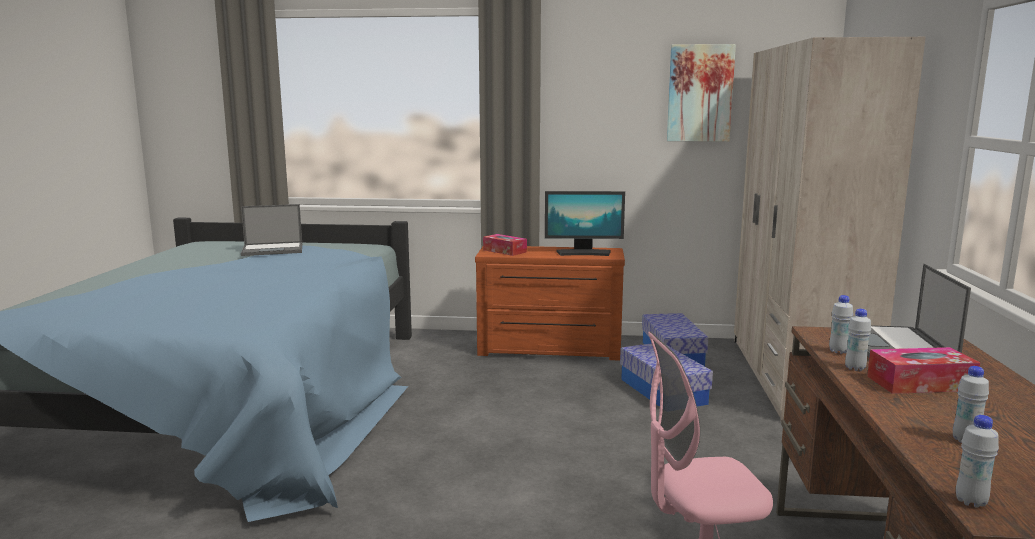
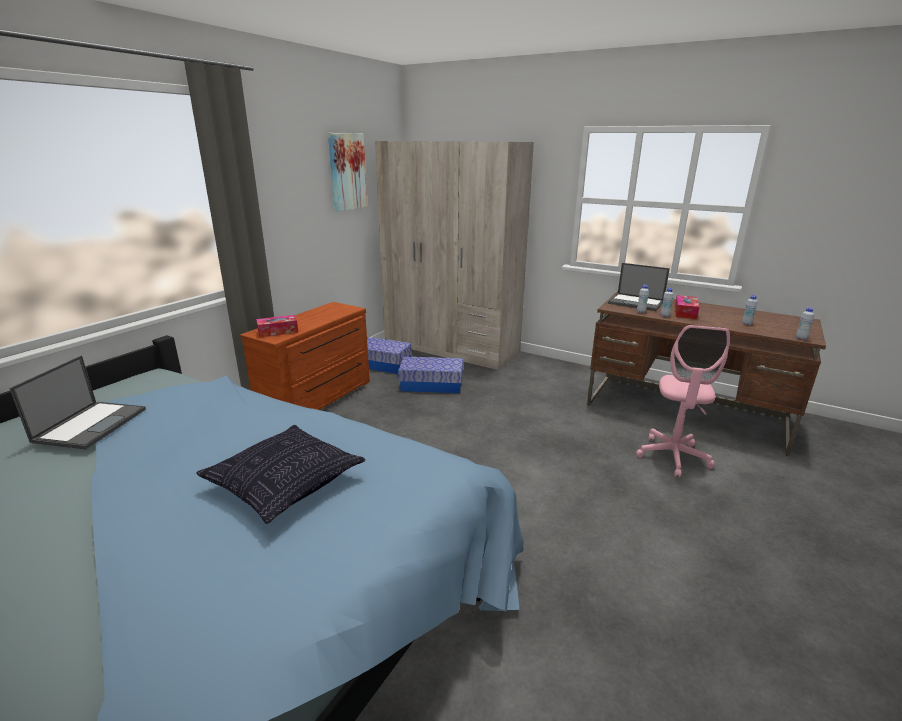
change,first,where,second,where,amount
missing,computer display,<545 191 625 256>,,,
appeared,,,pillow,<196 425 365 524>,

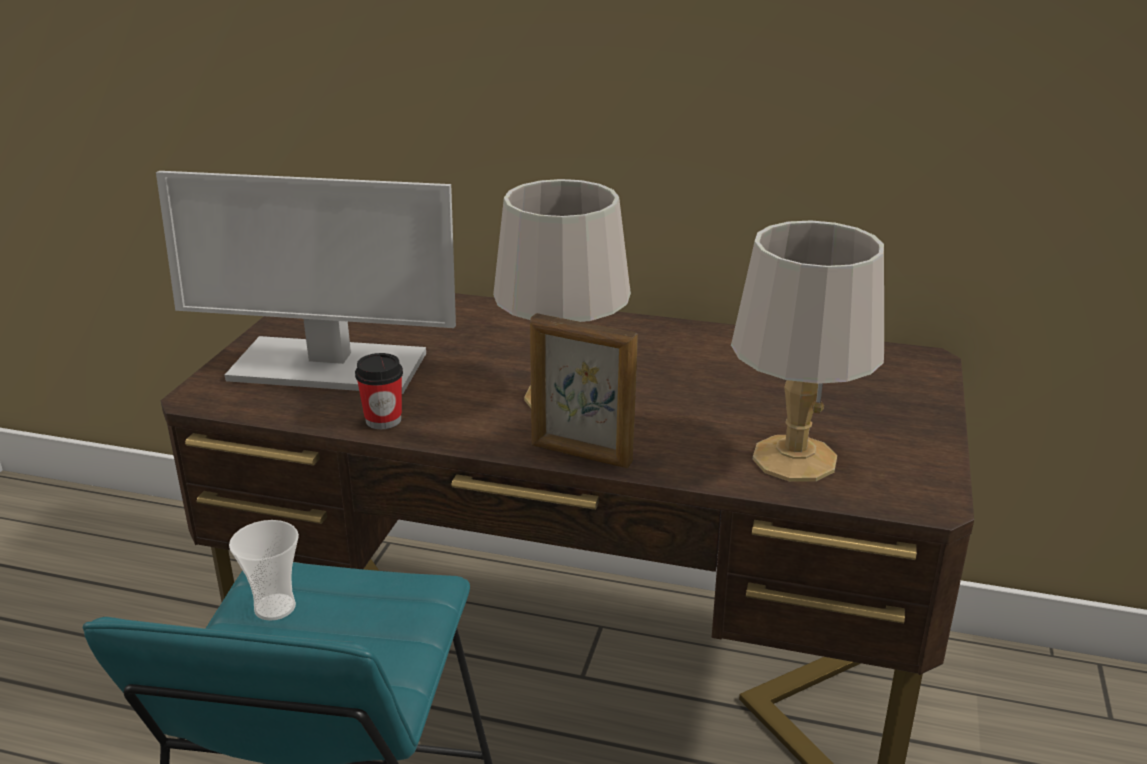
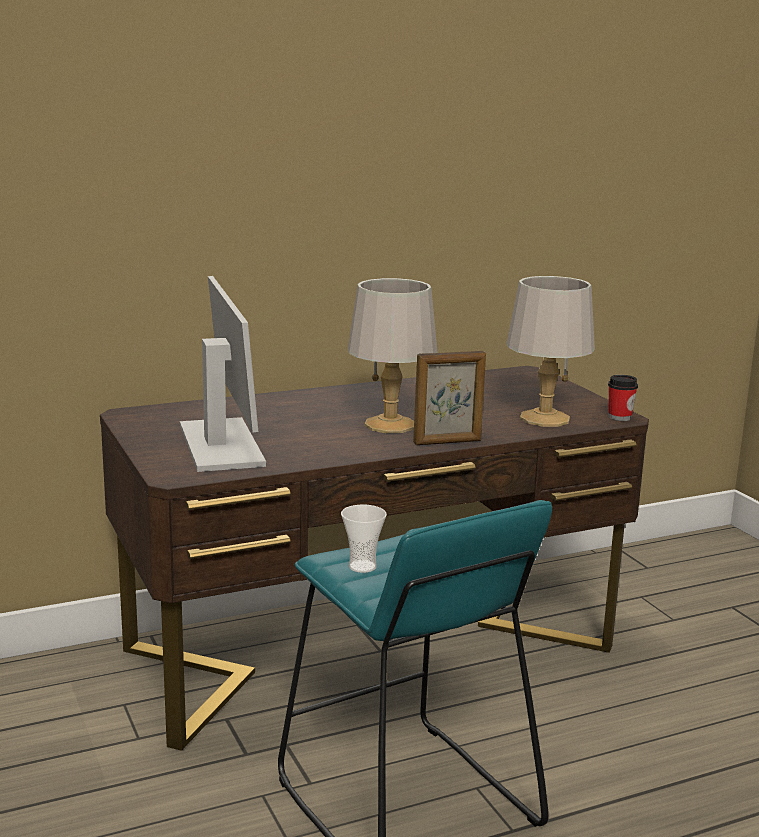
change,first,where,second,where,amount
spun,computer display,<156 171 456 394>,,<180 276 266 472>,75 degrees counterclockwise
relocated,cup,<355 353 403 429>,,<608 375 638 421>,

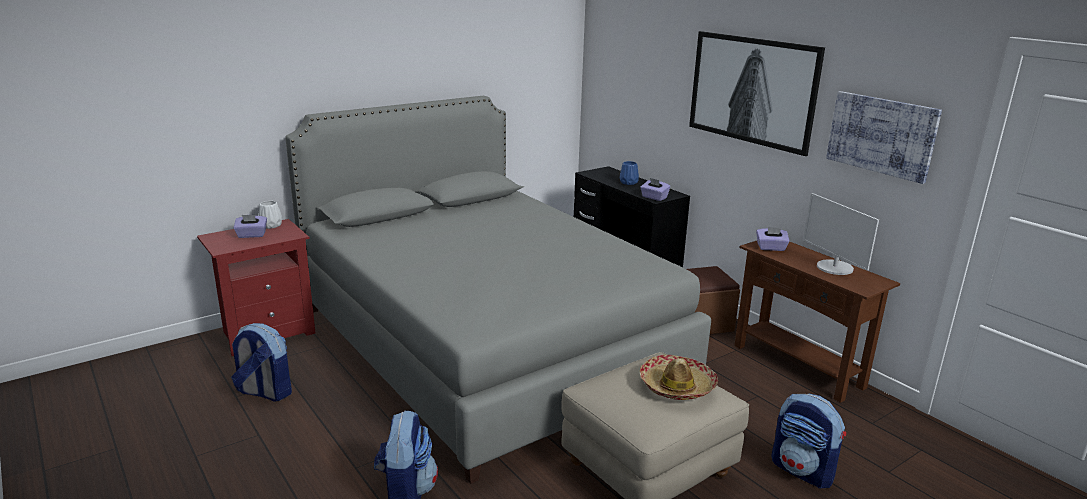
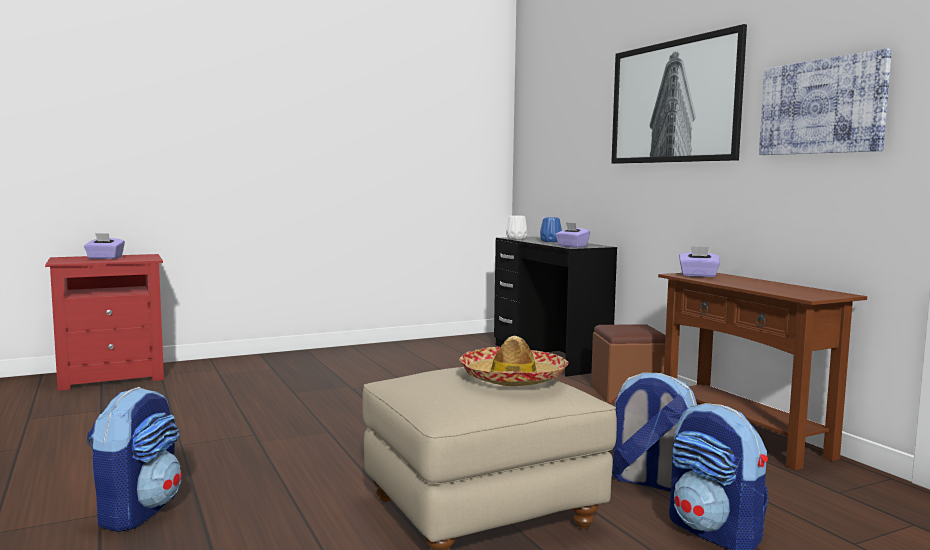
change,first,where,second,where,amount
missing,greyish sleeping bed,<285 96 711 484>,,,
missing,computer display,<803 193 879 275>,,,
relocated,white-coloured vase,<258 201 282 229>,,<506 215 527 239>,
relocated,knapsack,<231 323 292 402>,,<612 372 697 492>,

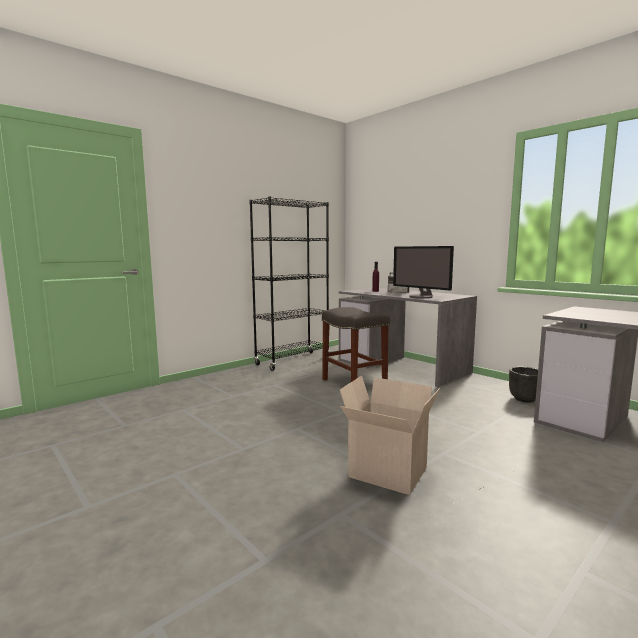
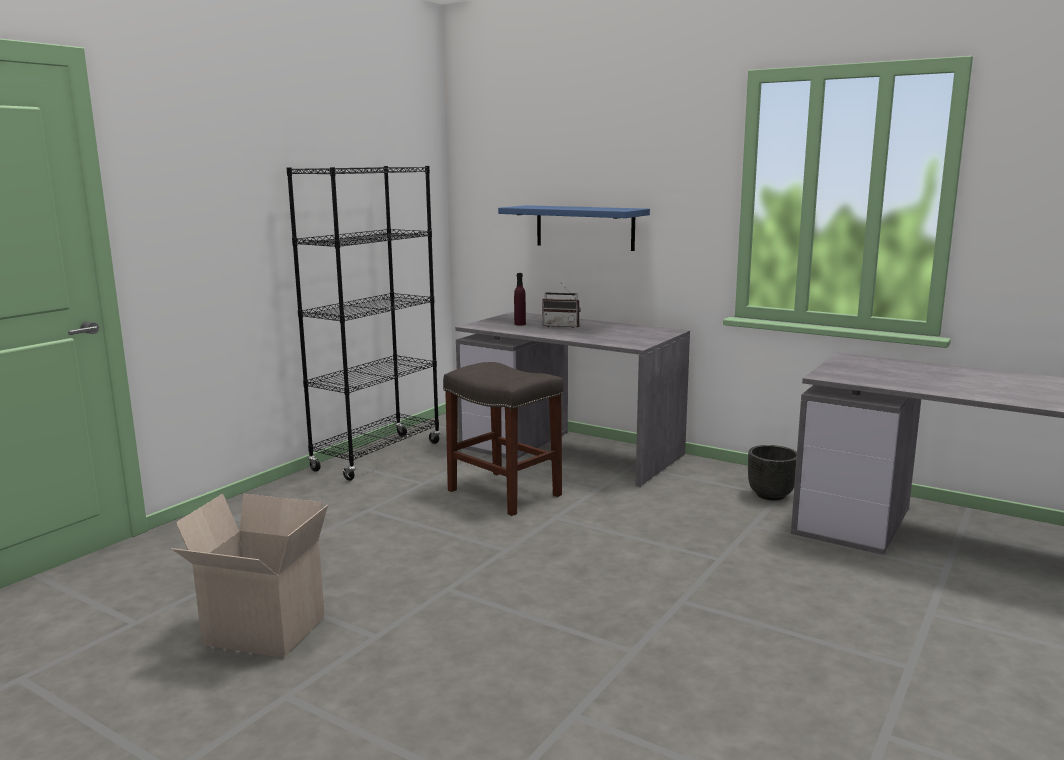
change,first,where,second,where,amount
missing,computer display,<393 246 454 299>,,,
relocated,packing box,<340 376 440 495>,,<172 494 328 658>,
appeared,,,blue bracket shelf,<498 205 650 251>,

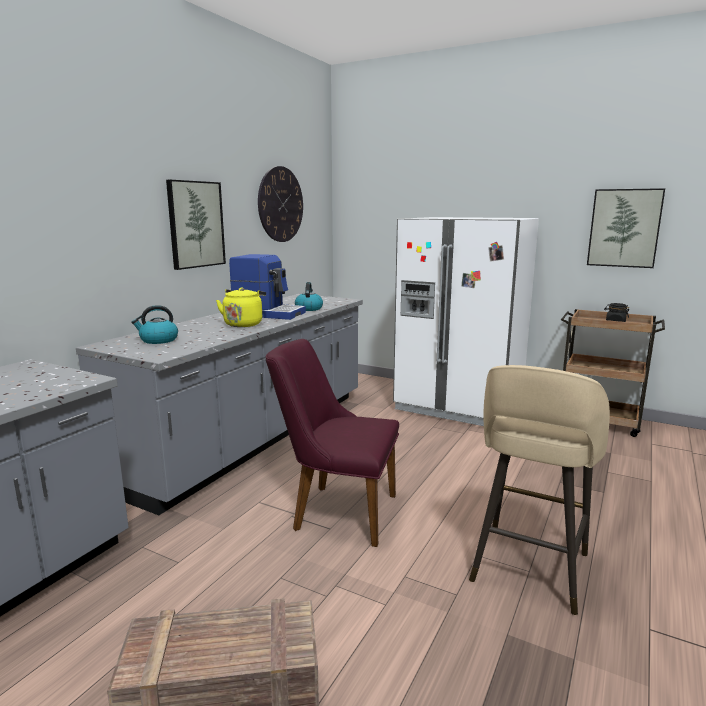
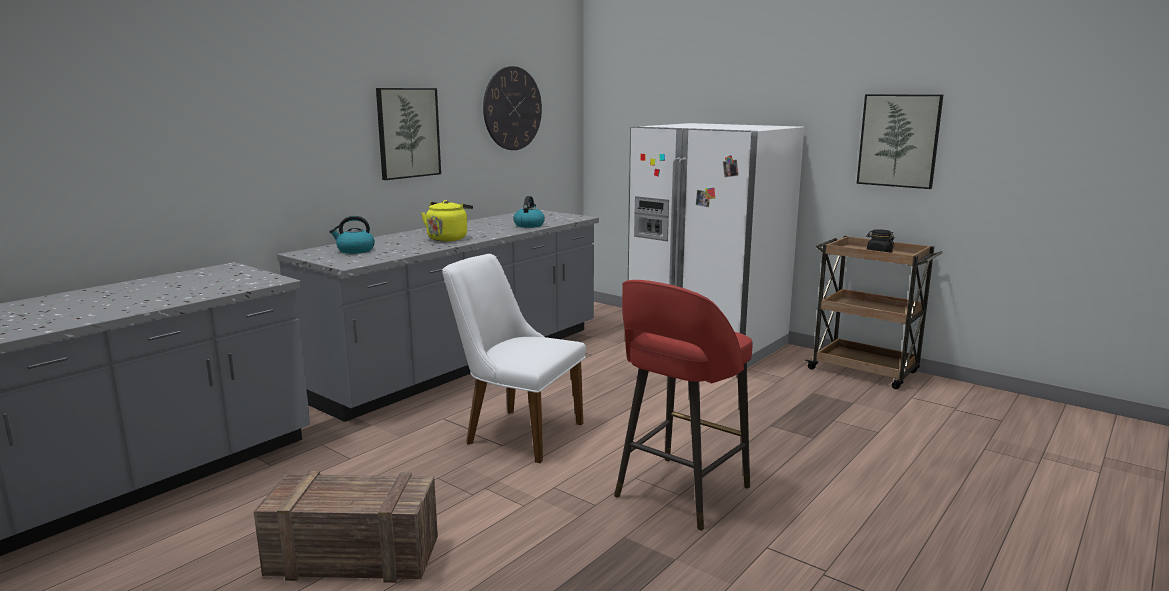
change,first,where,second,where,amount
missing,coffee machine,<229 254 306 320>,,,
colour,purple plain chair,<266 339 399 547>,white-coloured plain chair,<442 254 586 463>,
colour,beige-coloured sitting stool,<469 365 610 615>,red sitting stool,<614 280 752 531>,

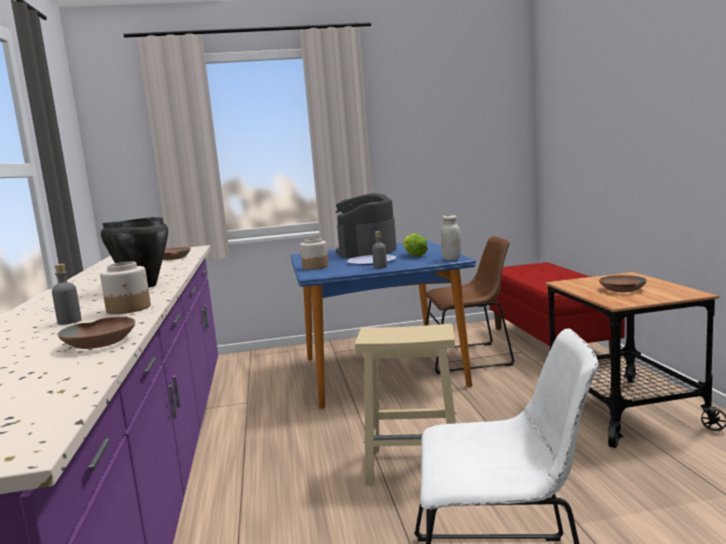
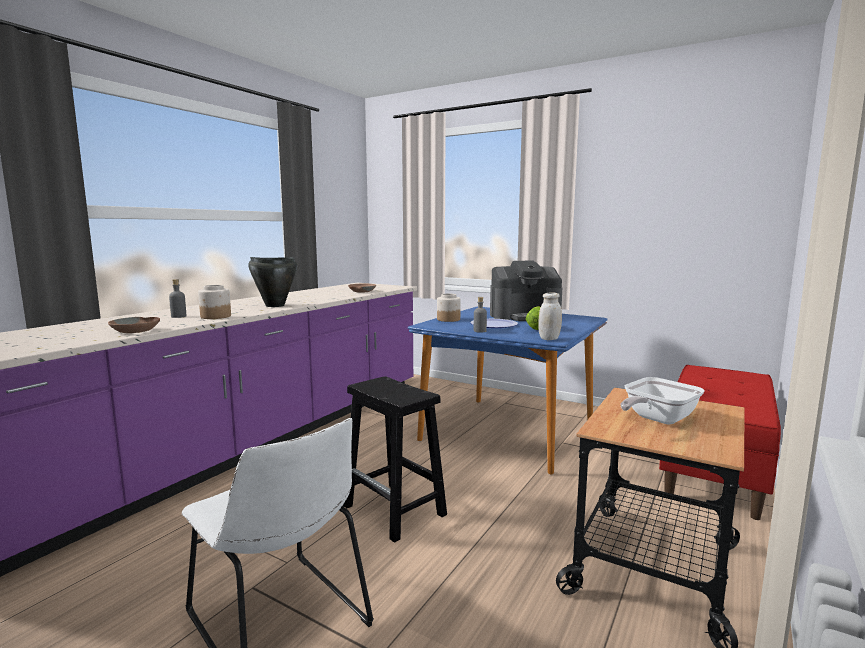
change,first,where,second,where,amount
spun,coffee machine,<336 193 397 258>,,<490 261 562 321>,150 degrees counterclockwise
missing,brown-coloured plain chair,<425 236 514 374>,,,
exchanged,brown-coloured serving bowl,<599 275 647 292>,skillet,<621 377 704 424>,
colour,beige-coloured sitting stool,<355 324 456 486>,blackish sitting stool,<343 376 447 543>,

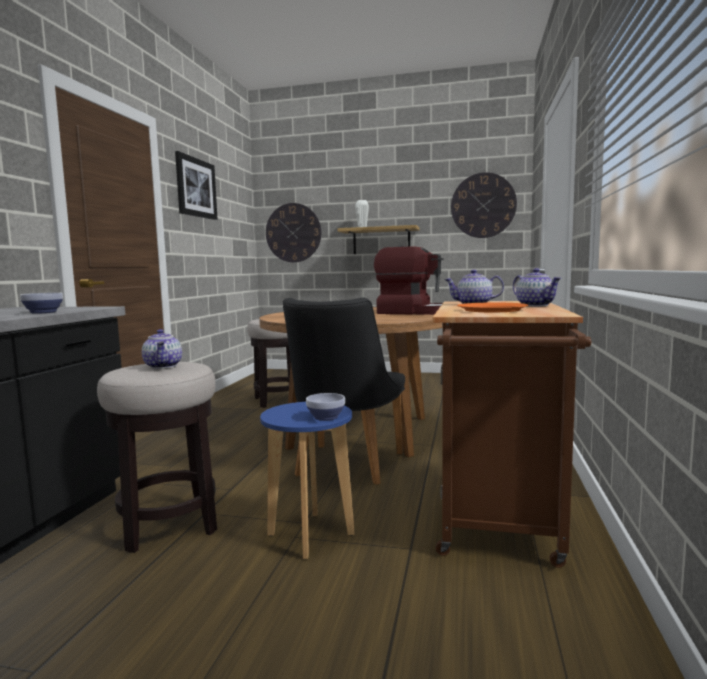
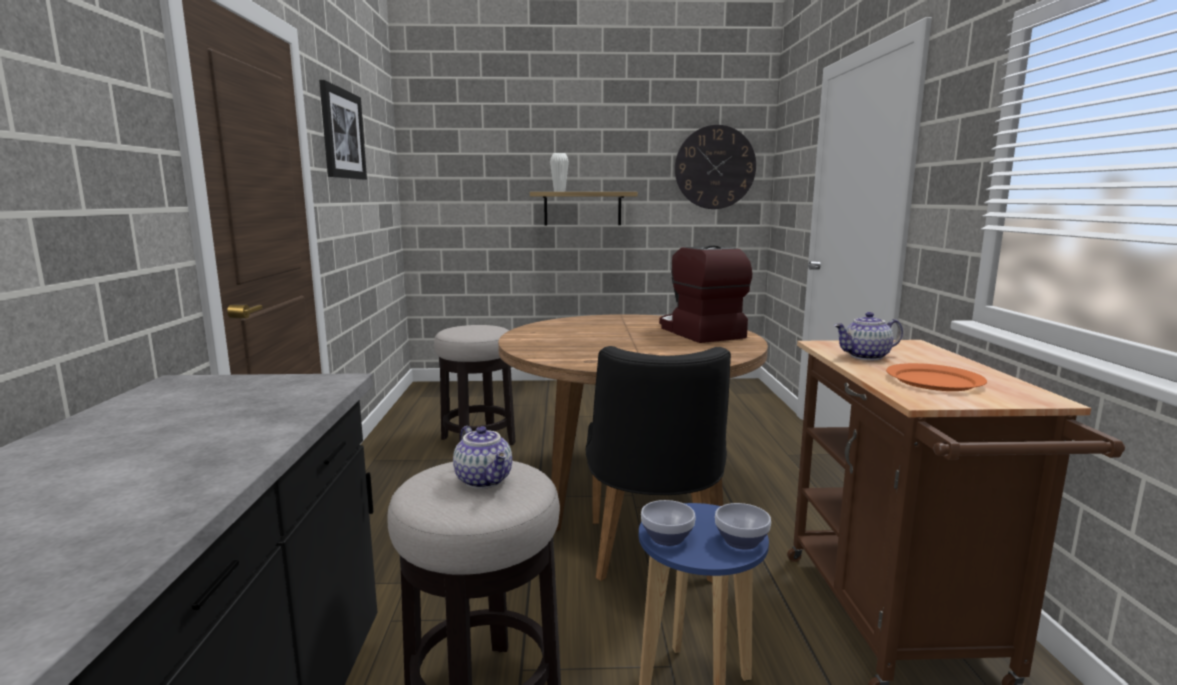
change,first,where,second,where,amount
missing,hanging clock,<266 203 321 262>,,,
spun,coffee machine,<374 246 444 315>,,<659 245 752 343>,120 degrees counterclockwise
missing,teapot,<513 268 561 306>,,,
relocated,serving bowl,<20 293 63 314>,,<641 500 696 546>,

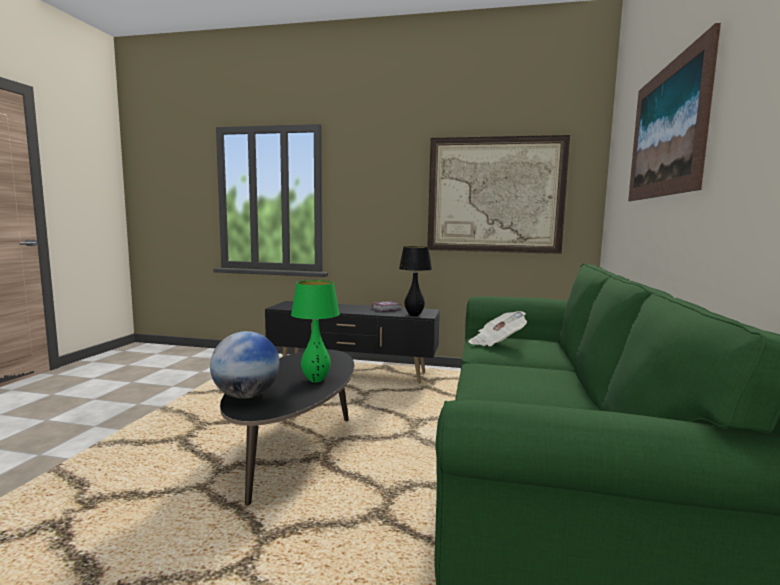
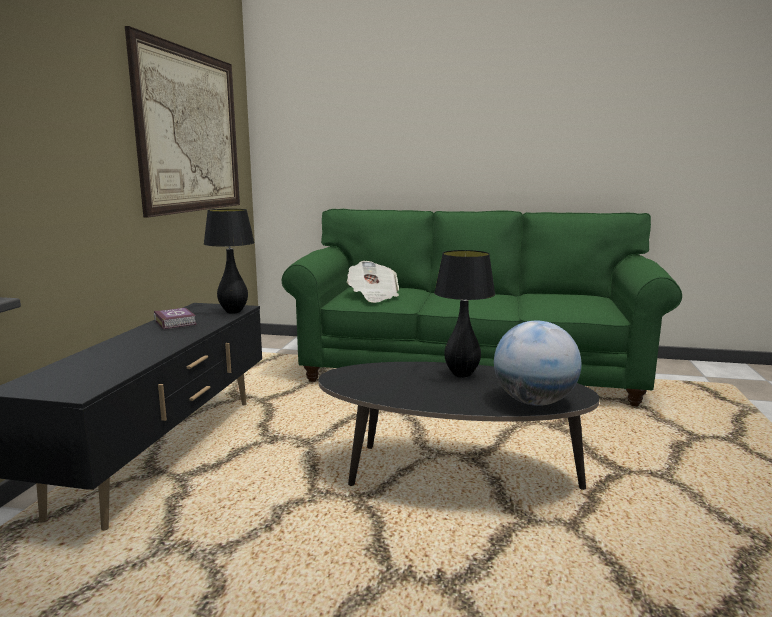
change,first,where,second,where,amount
missing,picture,<628 23 721 201>,,,
colour,green-coloured lamp for a table,<291 280 340 382>,blackish lamp for a table,<434 250 495 378>,

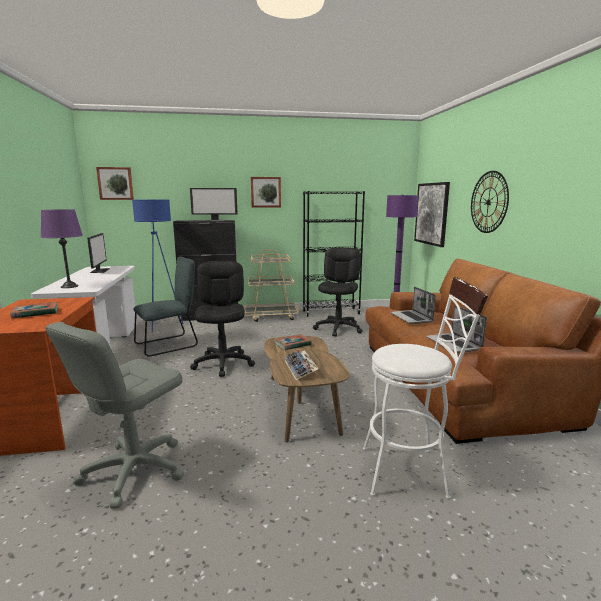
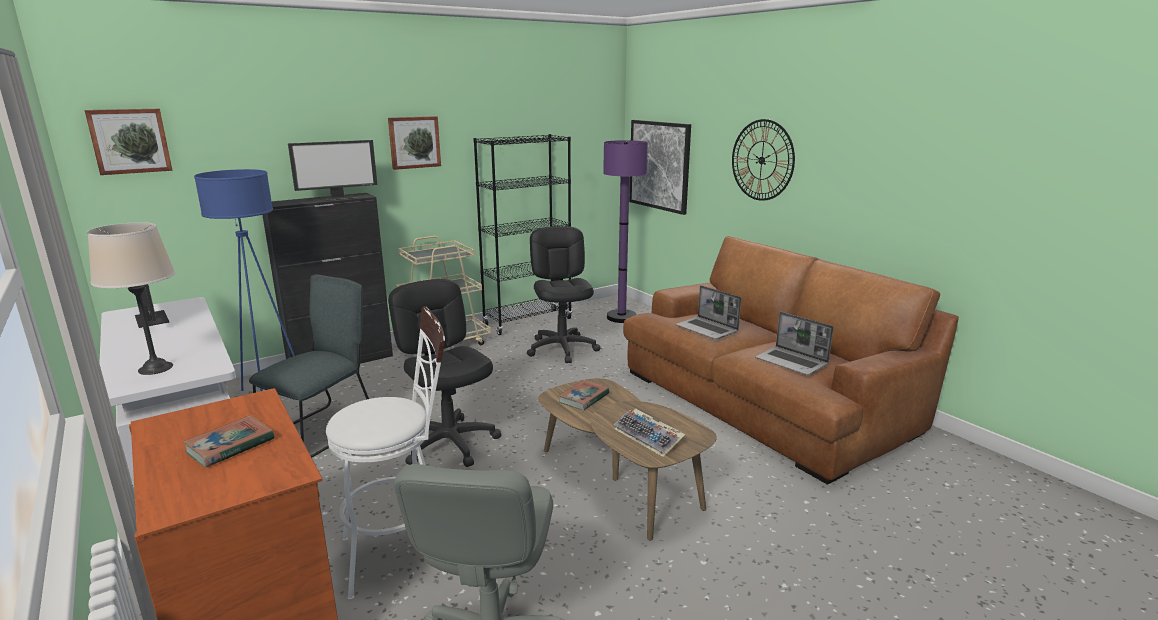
change,first,where,second,where,amount
colour,purple lamp for a table,<41 209 83 288>,beige-coloured lamp for a table,<87 222 175 375>,
relocated,white-coloured sitting stool,<363 277 488 499>,,<326 306 448 601>,

